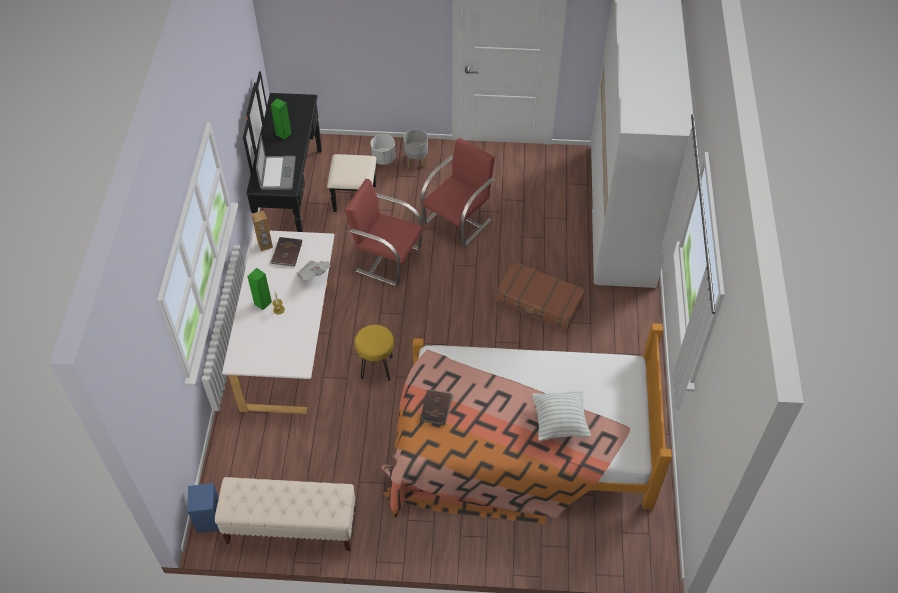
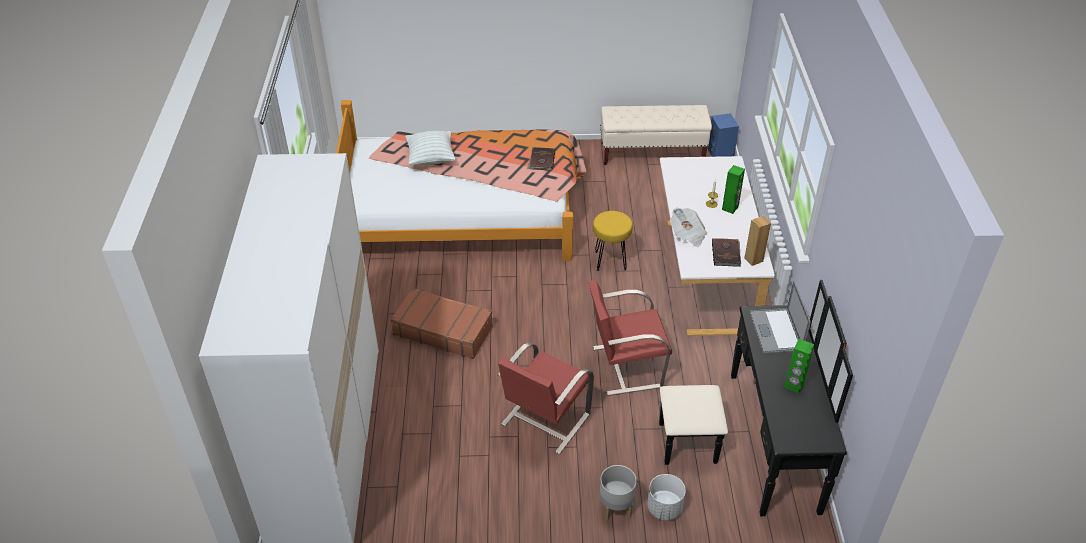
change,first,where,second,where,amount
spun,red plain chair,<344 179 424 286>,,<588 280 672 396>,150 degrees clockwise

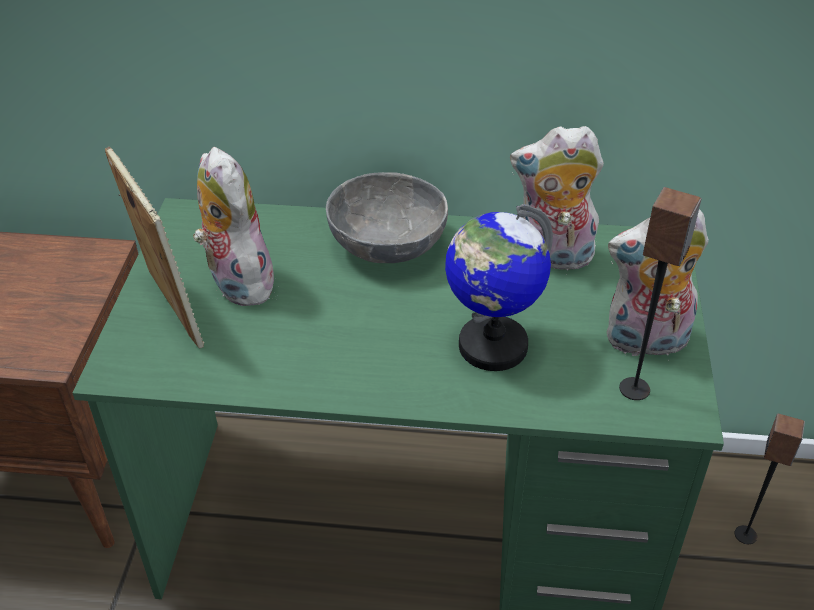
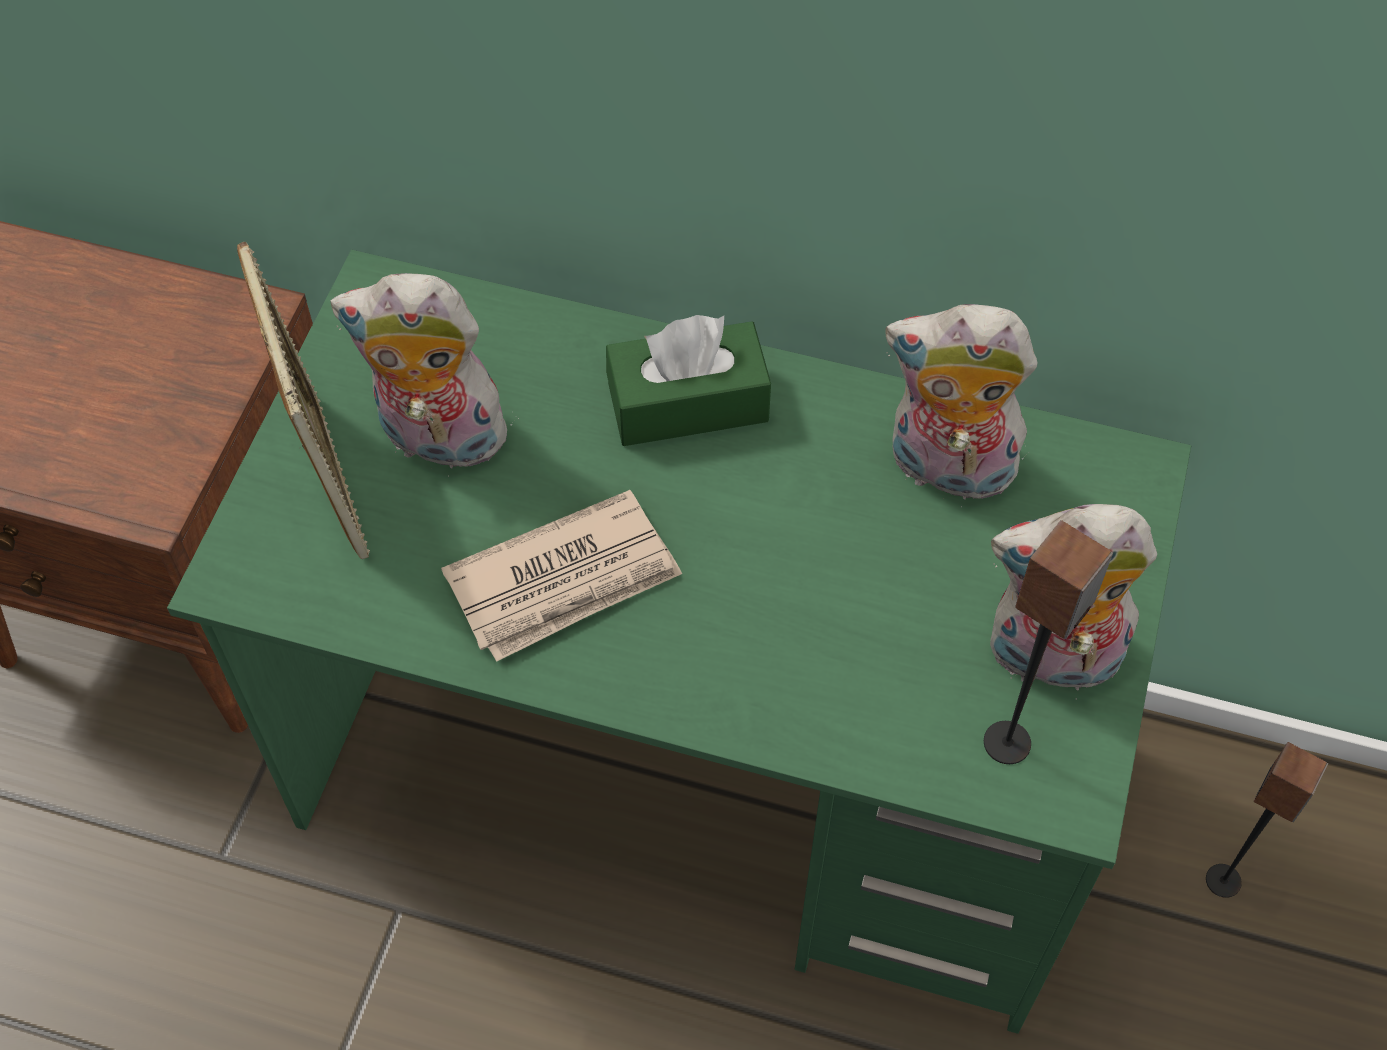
change,first,where,second,where,amount
spun,cuddly toy,<193 147 275 306>,,<330 273 519 476>,60 degrees counterclockwise
exchanged,greyish serving bowl,<326 172 448 263>,green-coloured box of tissues,<606 315 771 446>,
missing,world globe,<445 204 553 371>,,,
appeared,,,daily paper,<441 490 682 662>,

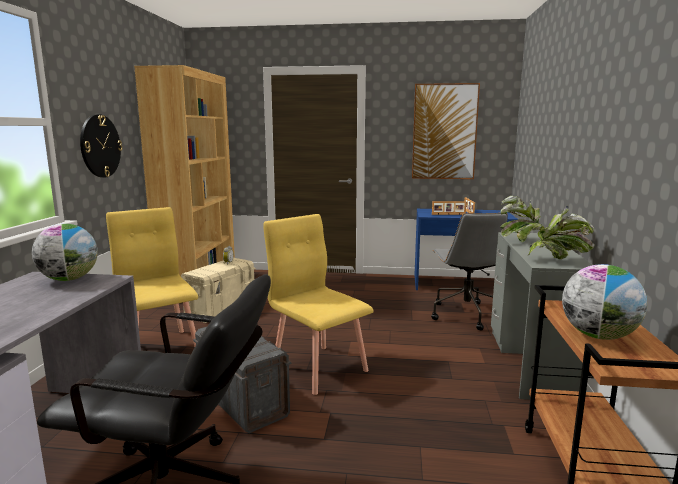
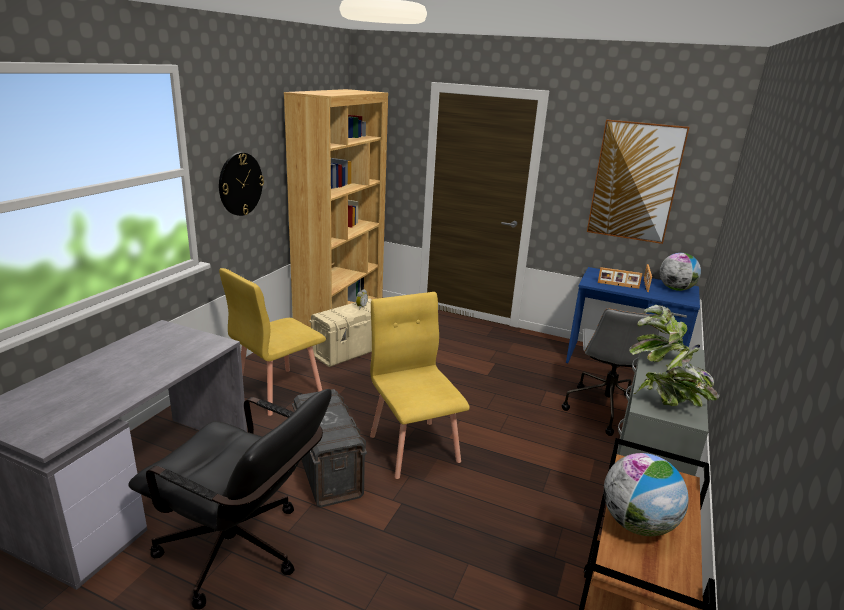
change,first,where,second,where,amount
spun,yellowish plain chair,<106 207 198 347>,,<219 268 326 416>,120 degrees counterclockwise
relocated,world globe,<32 224 98 281>,,<660 253 701 291>,

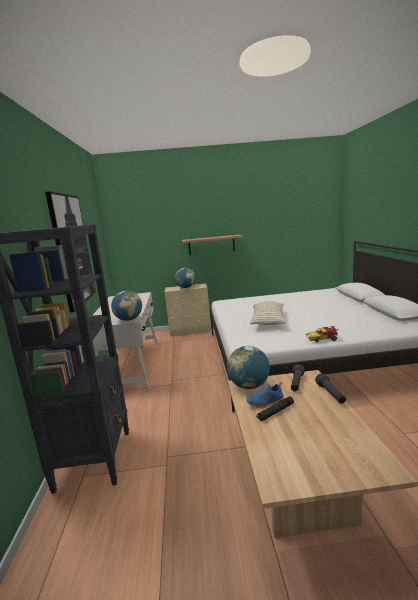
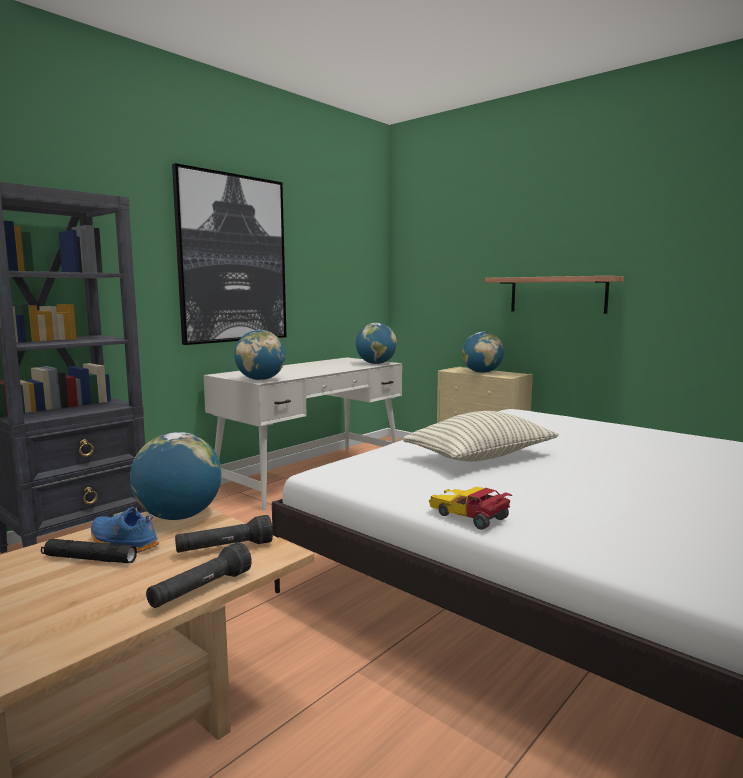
change,first,where,second,where,amount
appeared,,,world globe,<356 323 397 364>,

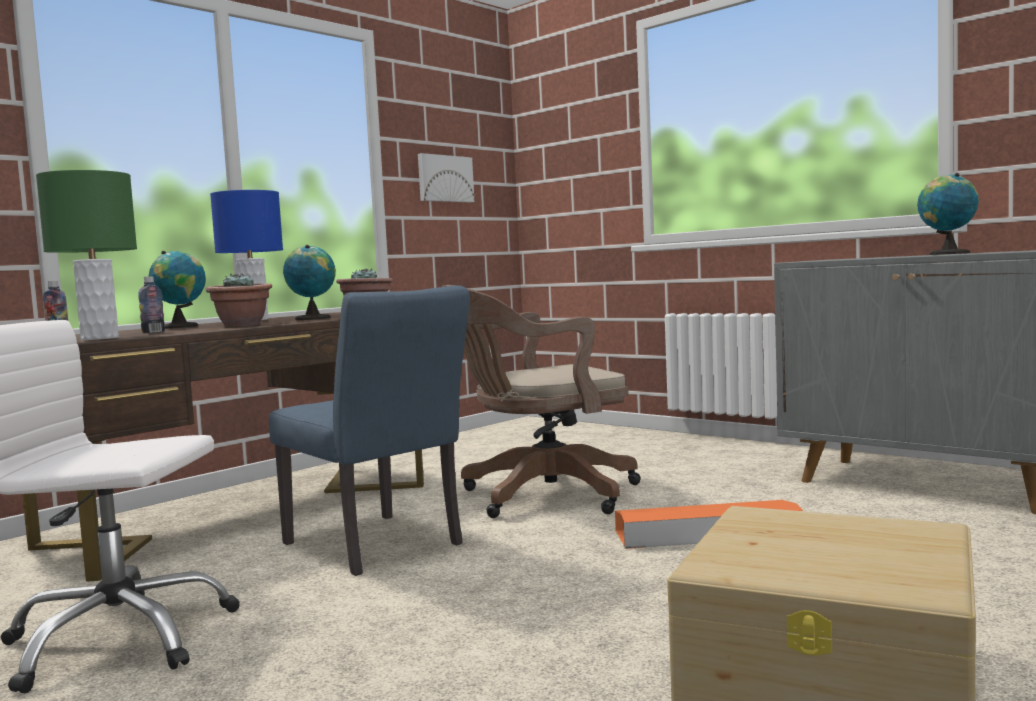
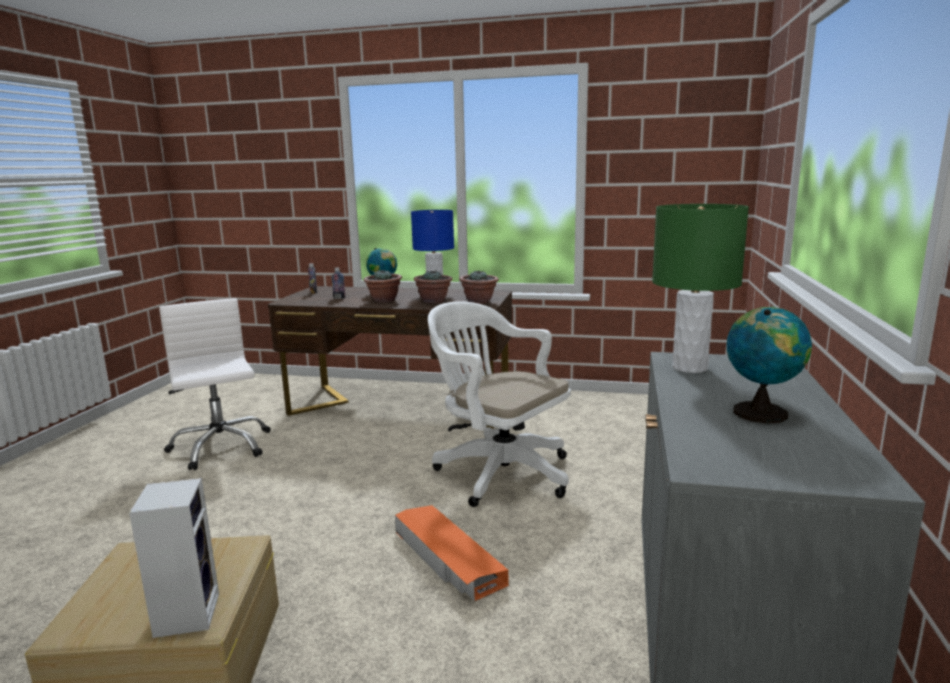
change,first,where,second,where,amount
missing,picture,<418 153 475 203>,,,
relocated,green-coloured lamp for a table,<36 170 137 340>,,<652 204 749 373>,
exchanged,world globe,<283 245 336 320>,houseplant,<414 270 452 303>,
missing,blue plain chair,<269 285 470 576>,,,
colour,brown-coloured computer chair,<442 285 641 518>,white-coloured computer chair,<428 301 571 507>,
appeared,,,speaker,<129 478 219 638>,

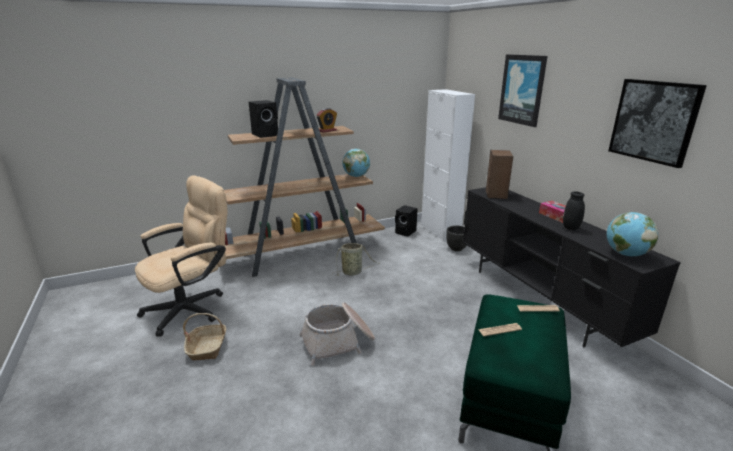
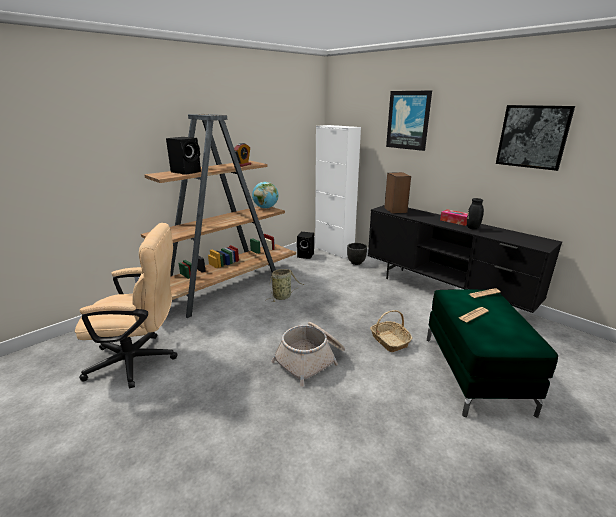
change,first,where,second,where,amount
spun,beige-coloured computer chair,<135 175 227 337>,,<75 223 178 388>,60 degrees clockwise
missing,world globe,<607 212 659 256>,,,
relocated,household basket,<183 313 226 360>,,<370 310 413 352>,

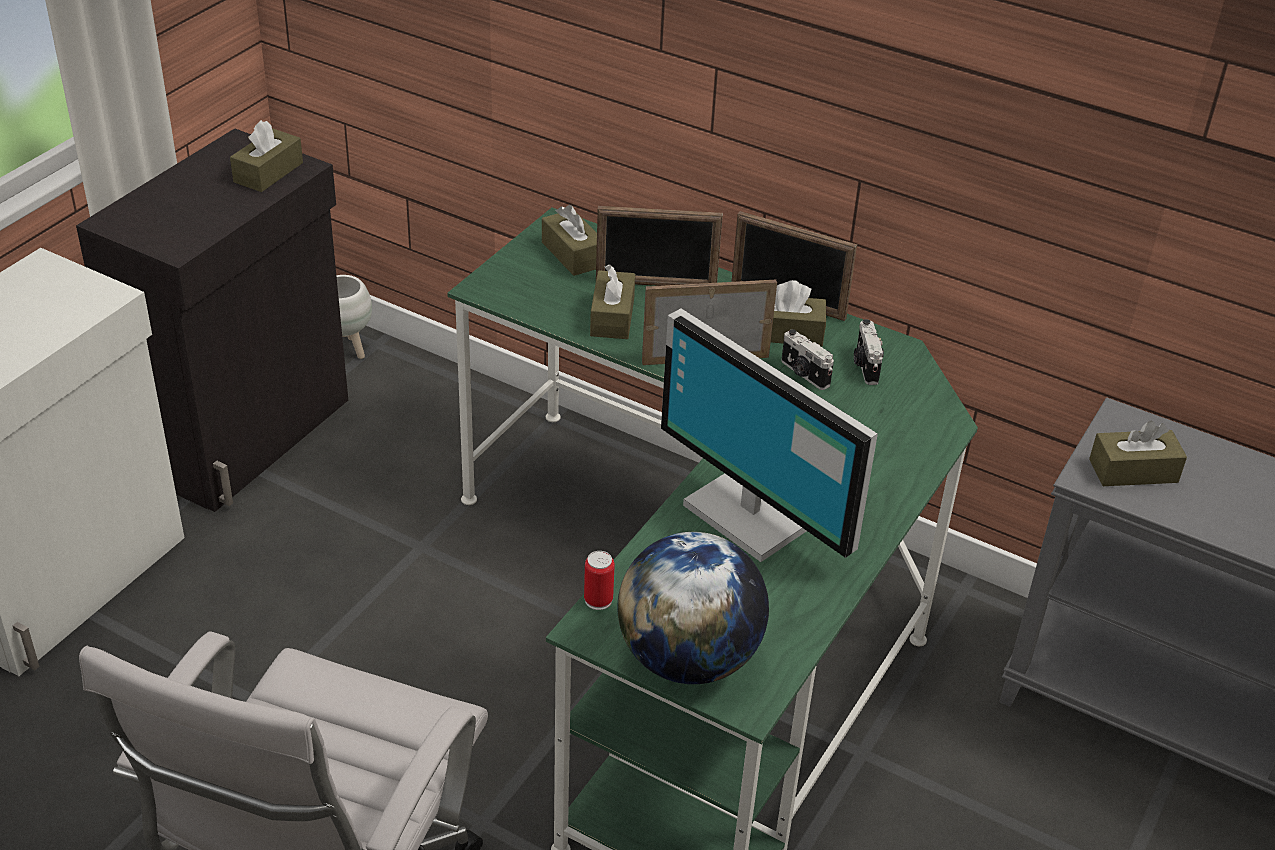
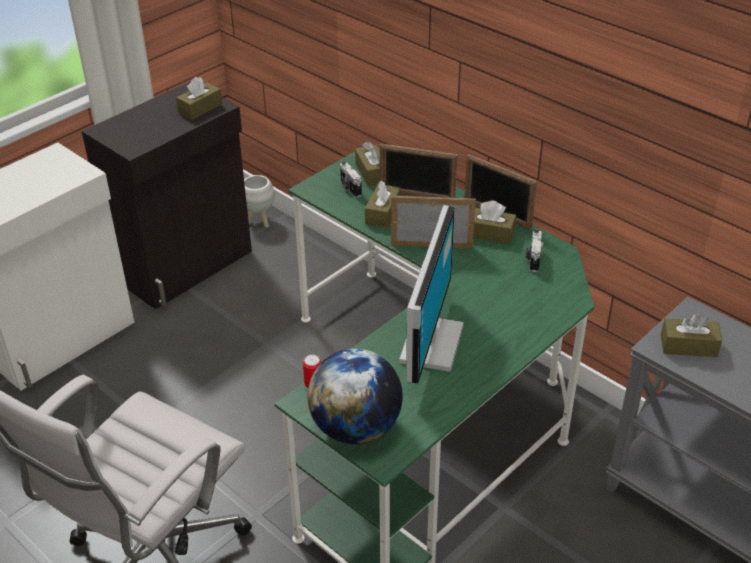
change,first,where,second,where,amount
spun,computer display,<661 309 878 562>,,<399 205 464 384>,135 degrees counterclockwise
relocated,photo camera,<781 329 834 390>,,<340 161 362 198>,

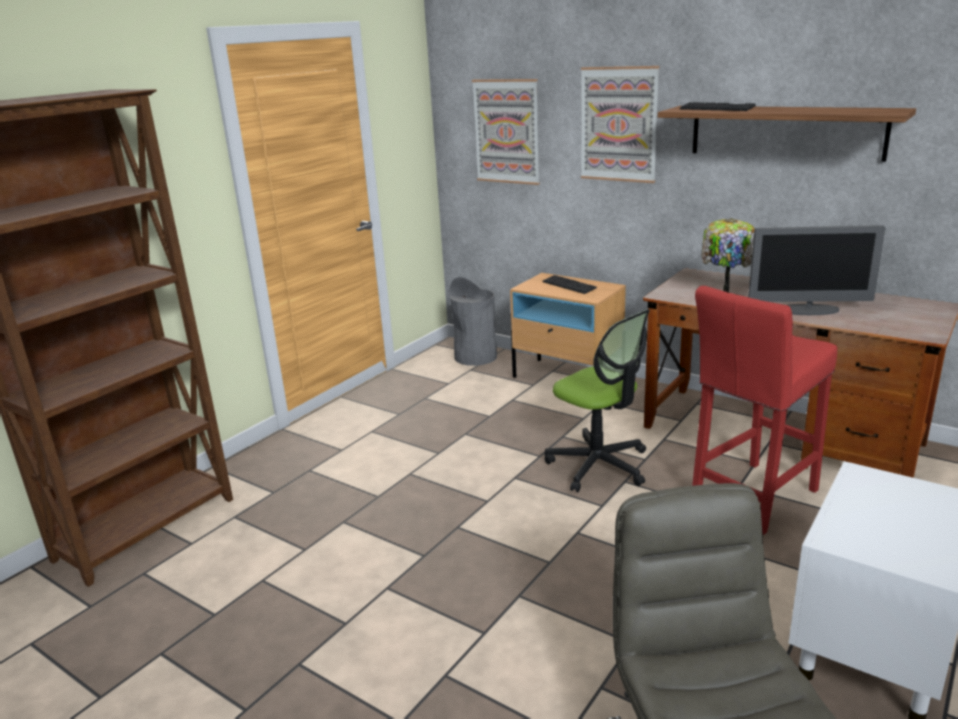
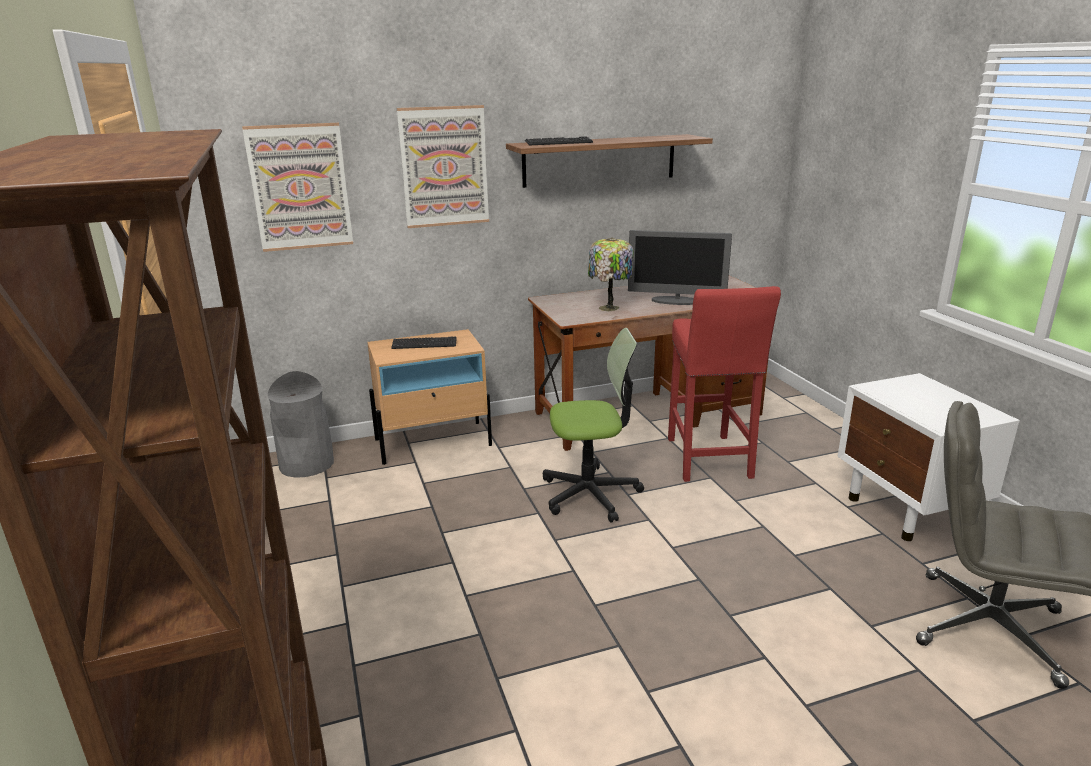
change,first,where,second,where,amount
spun,computer display,<748 225 885 315>,,<628 230 732 305>,60 degrees clockwise

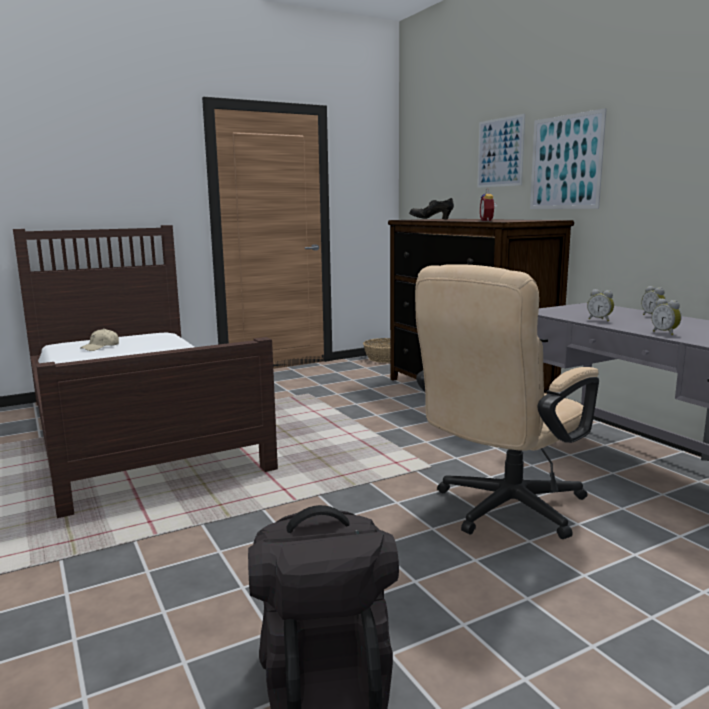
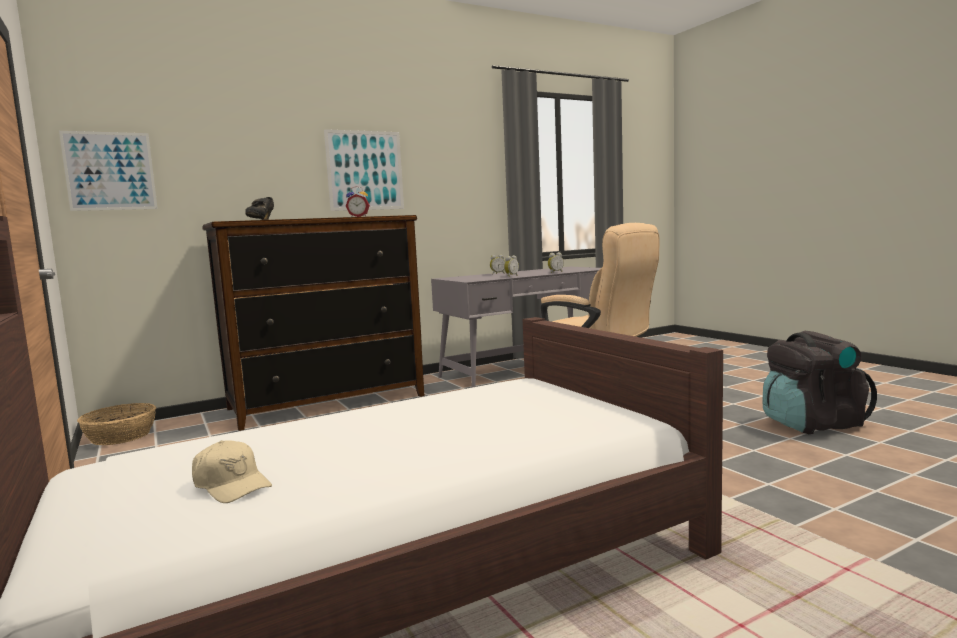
change,first,where,second,where,amount
relocated,picture,<477 114 525 188>,,<59 131 158 211>,

